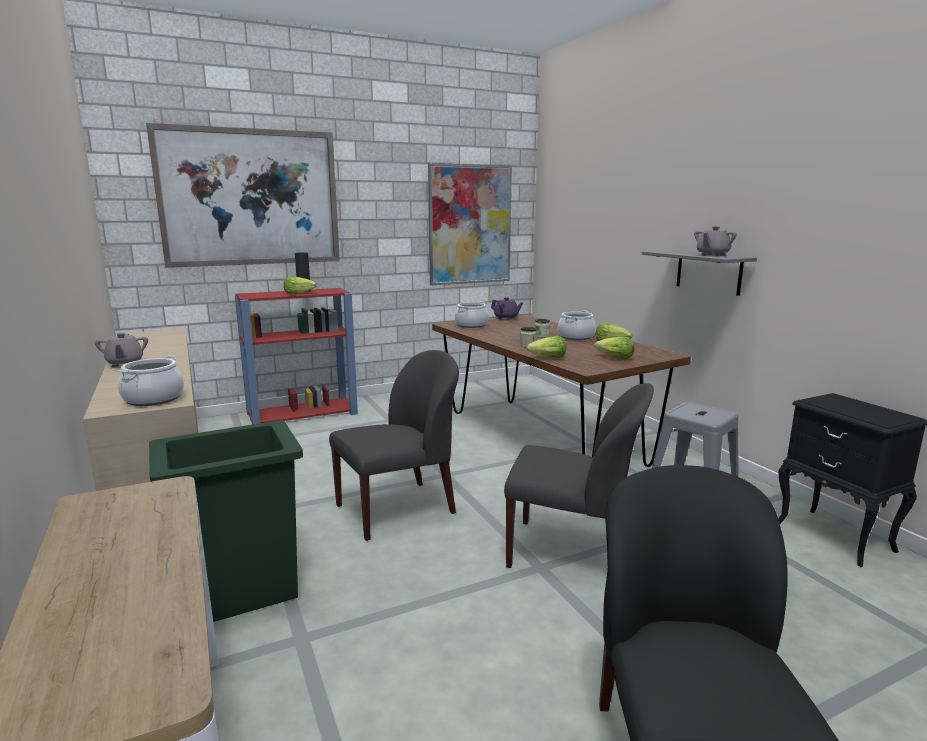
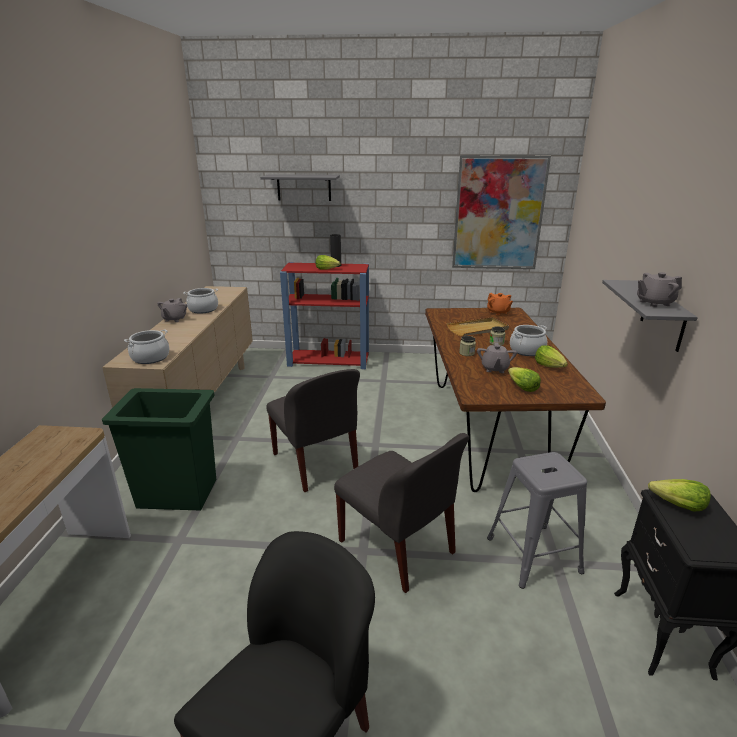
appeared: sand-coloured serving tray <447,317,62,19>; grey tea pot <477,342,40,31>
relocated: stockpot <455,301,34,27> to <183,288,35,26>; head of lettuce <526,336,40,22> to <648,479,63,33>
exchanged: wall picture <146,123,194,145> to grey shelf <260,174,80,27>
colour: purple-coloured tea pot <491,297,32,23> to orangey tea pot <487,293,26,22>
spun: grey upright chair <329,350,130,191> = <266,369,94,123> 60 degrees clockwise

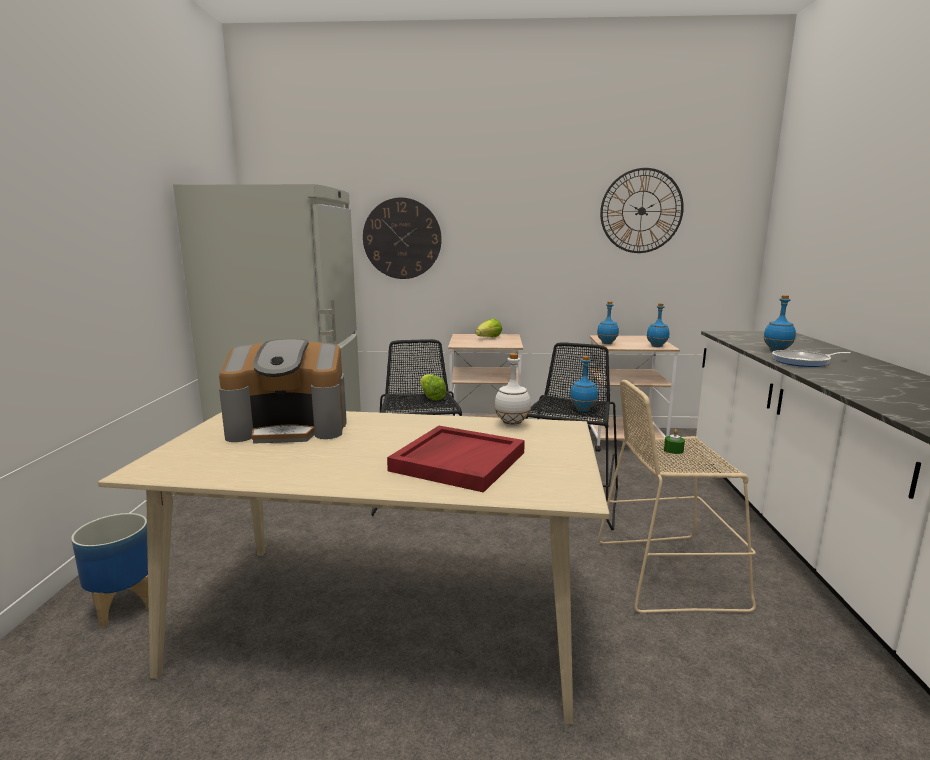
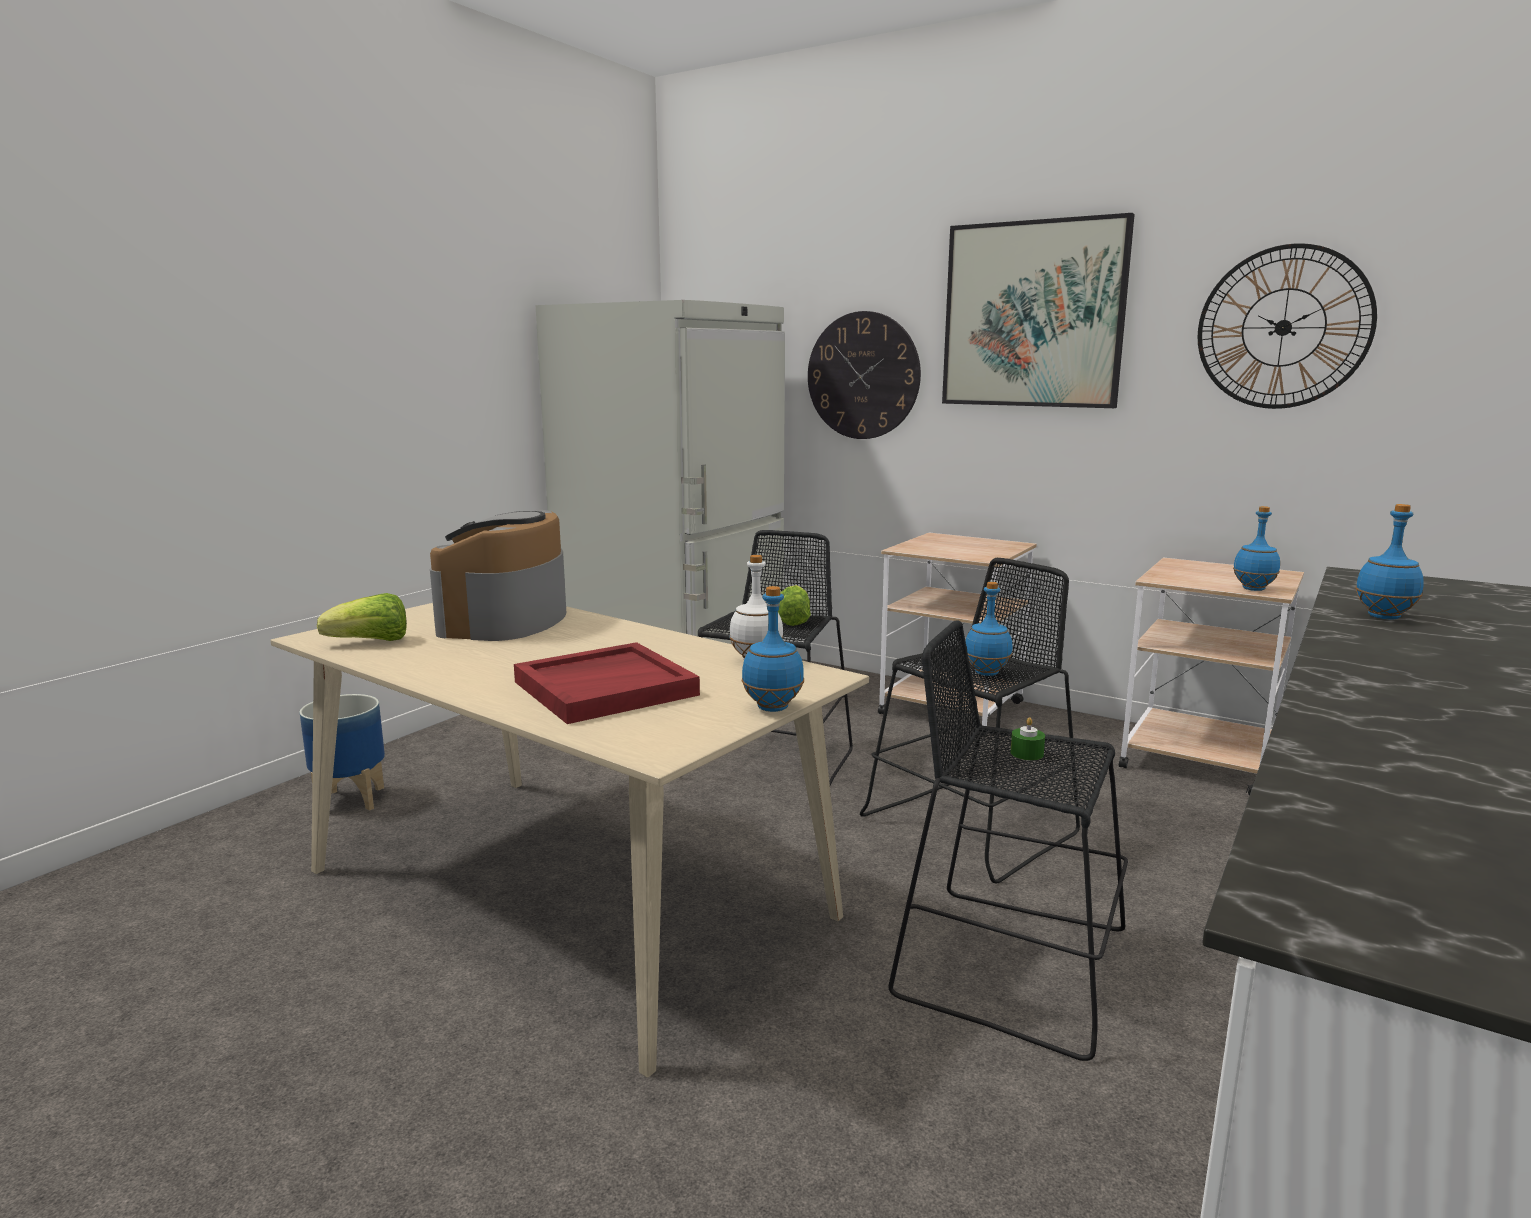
missing: skillet <772,350,79,17>
appeared: wall picture <942,213,193,195>
relocated: head of lettuce <476,318,26,19> to <317,593,90,48>; blue-coloured bottle <597,301,22,43> to <742,586,62,126>
colour: sand-coloured stool seat <598,380,158,233> to black stool seat <888,620,240,441>
spun: coffee maker <219,339,128,105> = <430,510,136,131> 75 degrees clockwise

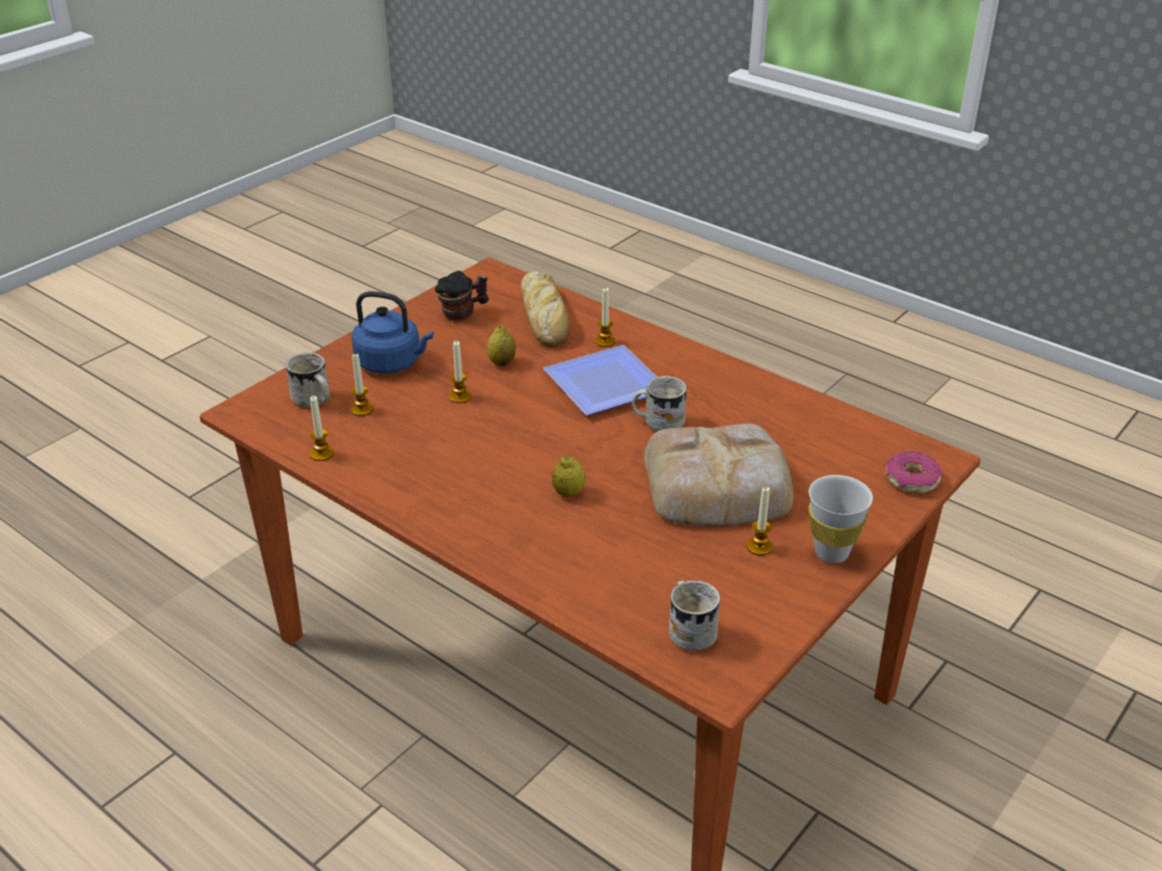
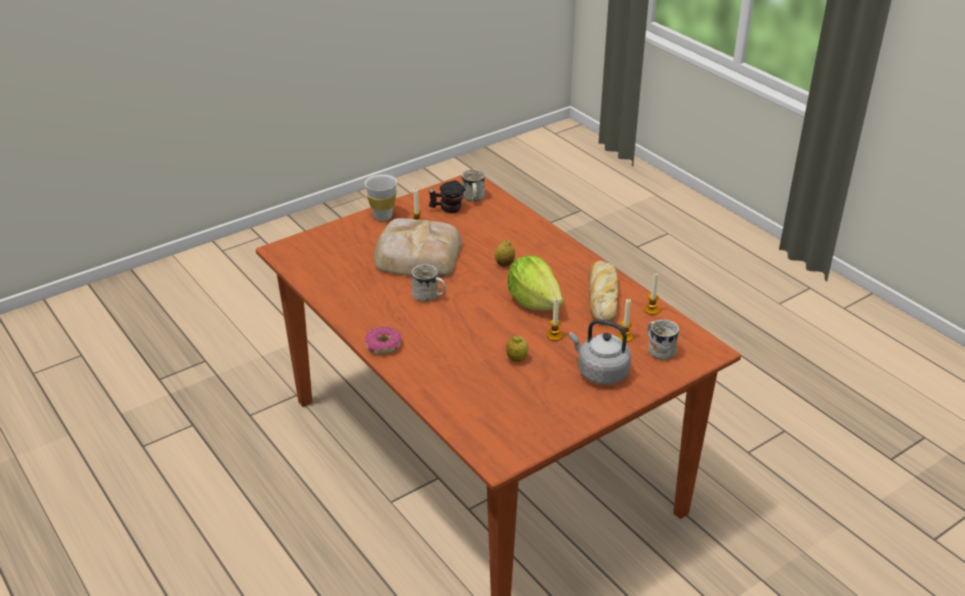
missing: flat dish <543,345,114,70>; wax light <595,288,21,59>
appeared: head of lettuce <507,255,56,55>
relocated: mug <435,271,54,50> to <429,180,36,33>; bakery bread <521,271,48,76> to <589,261,29,64>; ring doughnut <885,451,57,42> to <365,326,37,28>
colour: blue-coloured water kettle <352,291,81,83> to grey water kettle <569,319,62,66>

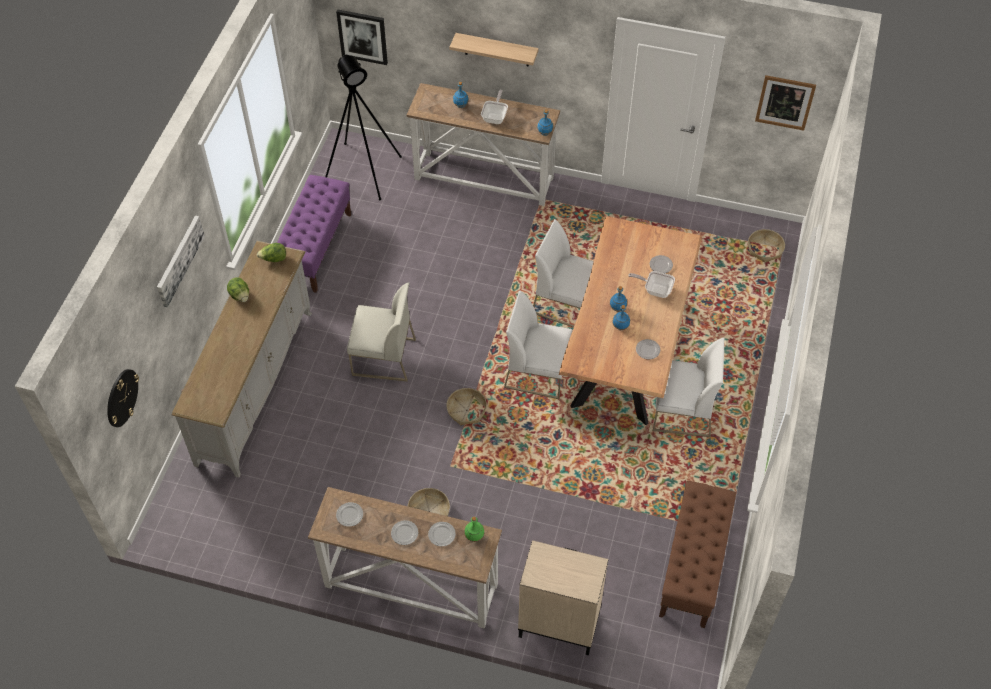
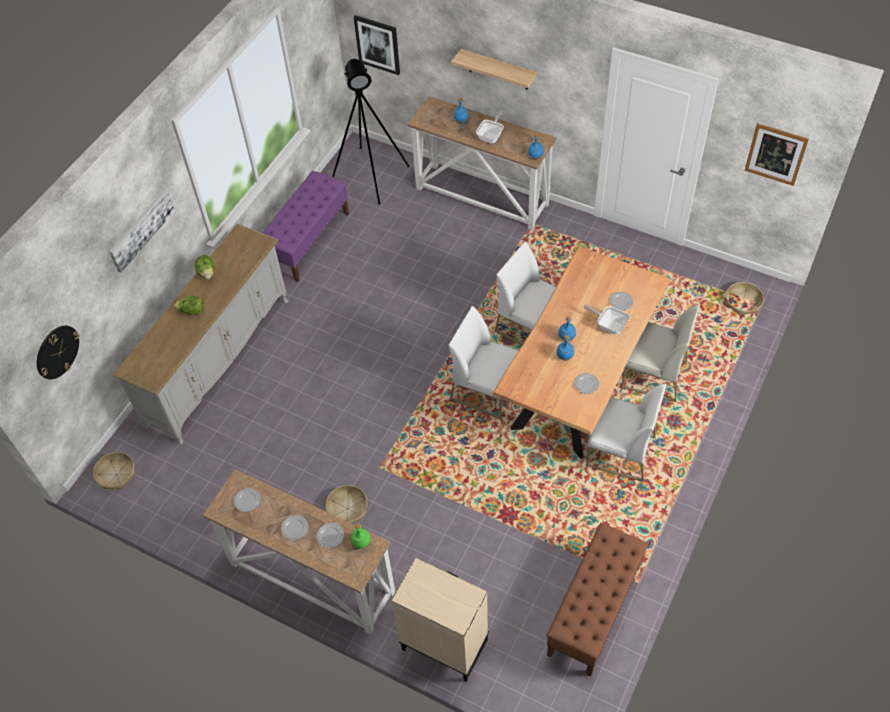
relocated: head of lettuce <257,243,29,19> to <174,296,30,19>; white upright chair <347,283,69,99> to <621,305,79,97>; storage basket <446,388,41,37> to <93,452,42,37>

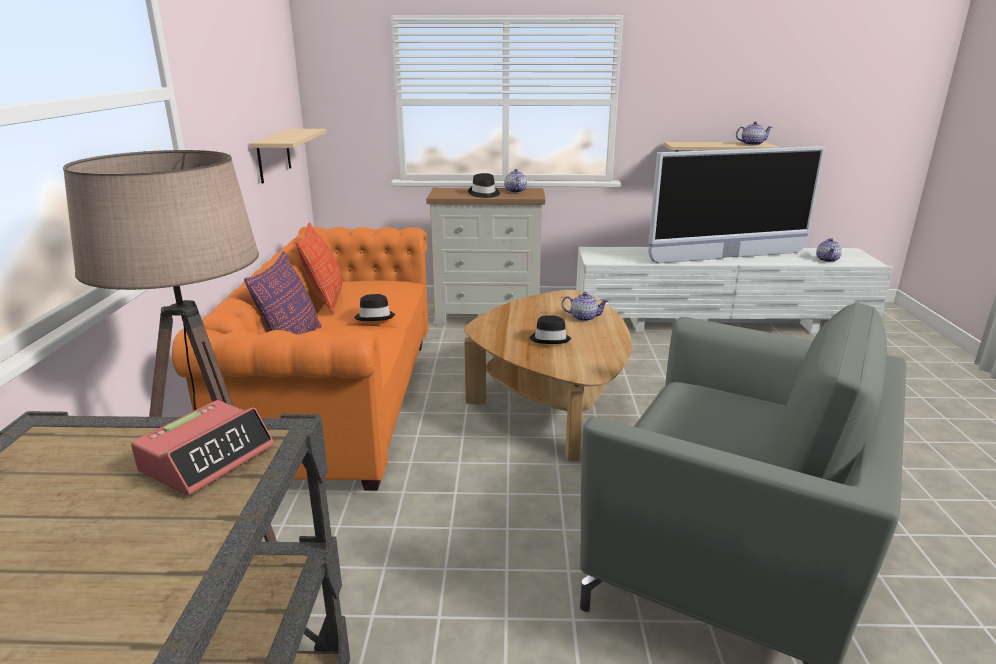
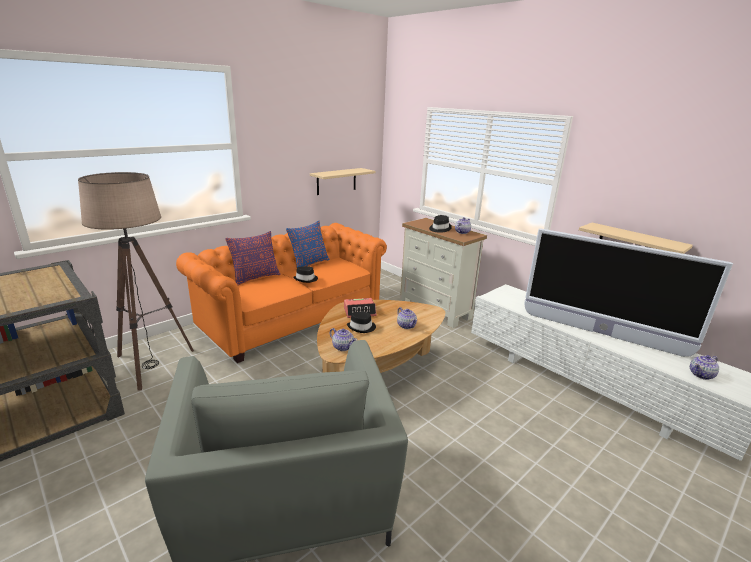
relocated: table clock <131,400,143,96> to <344,298,33,20>; tea pot <736,121,36,24> to <330,328,27,23>
colour: orangey throw pillow <296,222,46,93> to blue-coloured throw pillow <286,221,44,46>

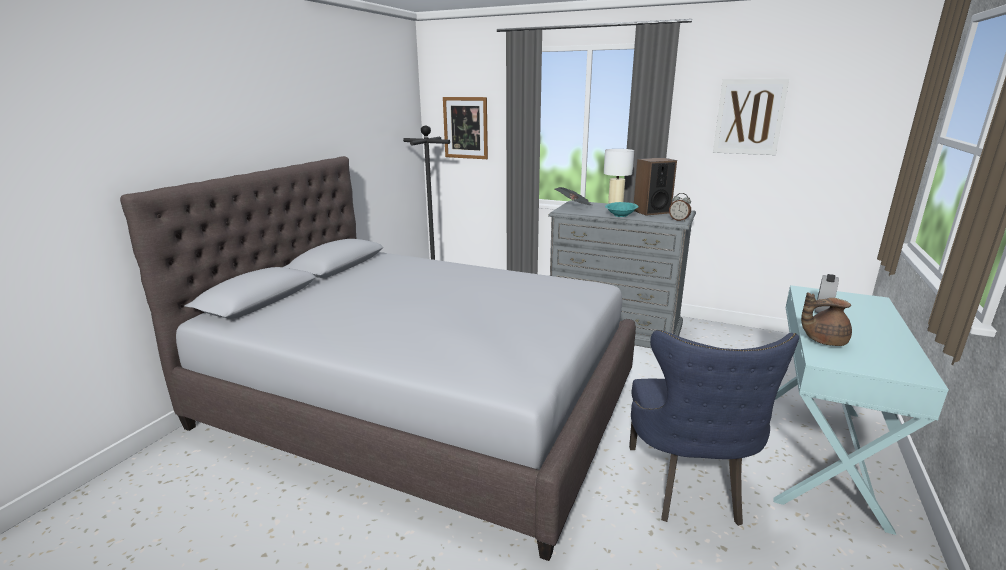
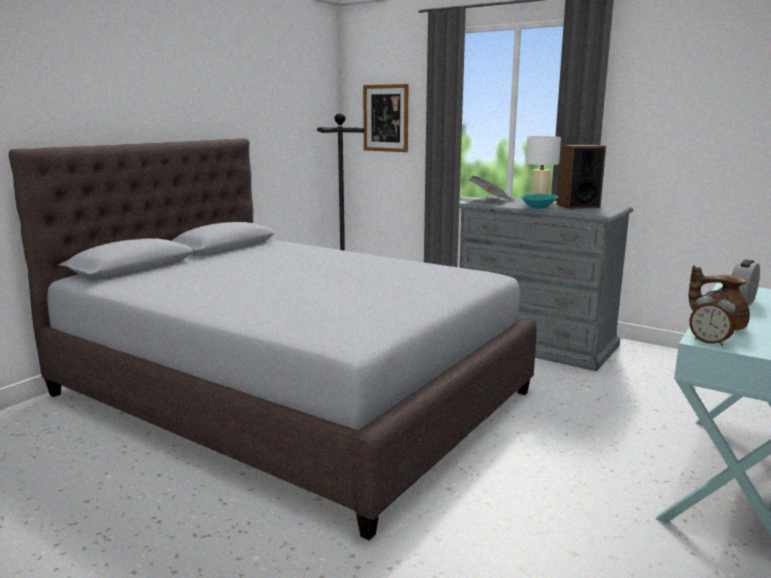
missing: blue-coloured upright chair <629,330,170,196>; wall picture <713,78,76,77>
relocated: table clock <669,193,22,28> to <689,290,47,56>

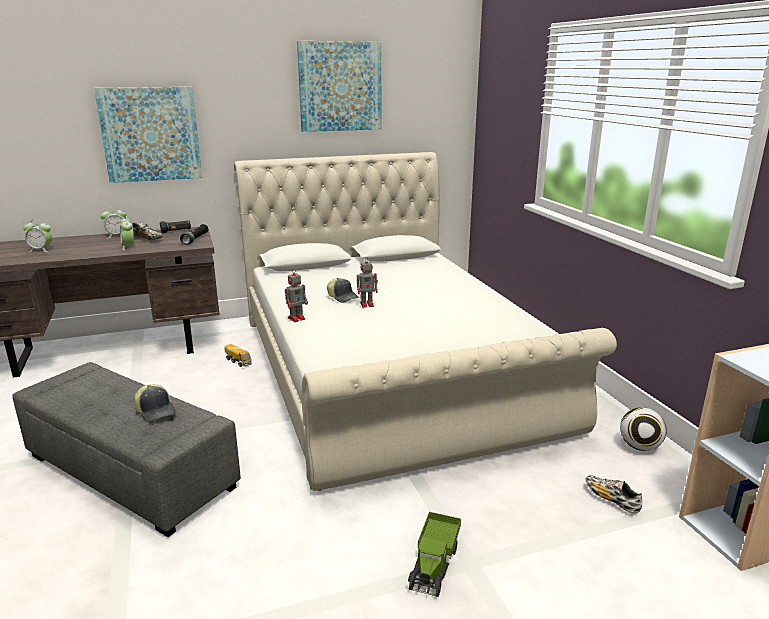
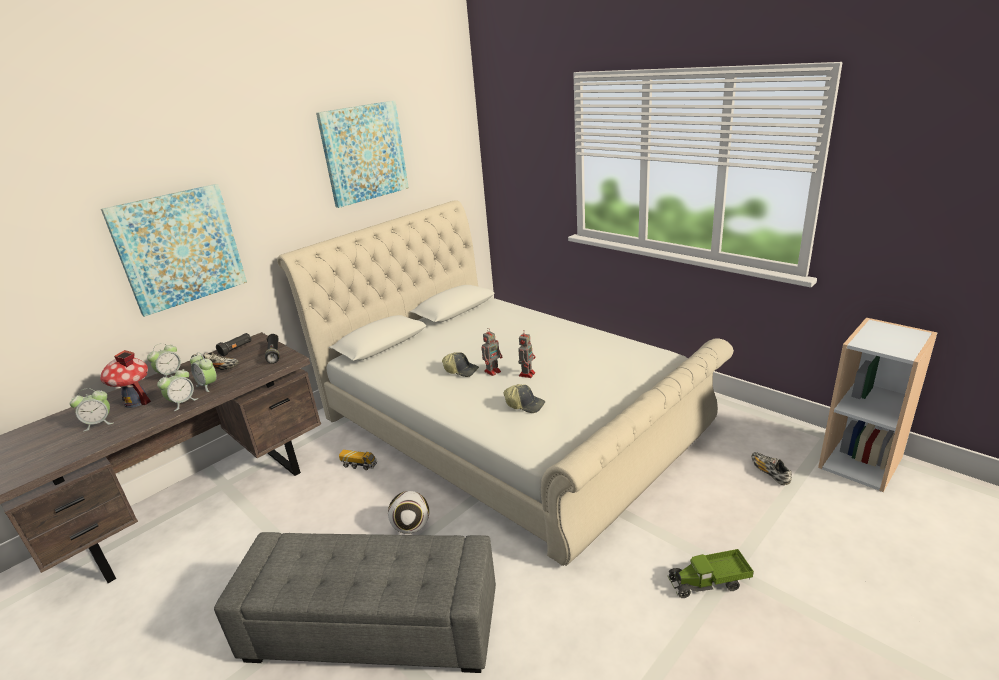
appeared: toy house <100,350,51,58>; table clock <157,368,42,43>
relocated: peaked cap <134,384,42,39> to <504,384,41,29>; robot figure <285,269,23,53> to <518,330,18,48>; football <620,407,46,44> to <388,491,41,43>
spun: toy truck <408,512,53,85> = <668,549,86,49> 90 degrees clockwise; item of footwear <586,475,56,39> = <751,452,41,33> 45 degrees clockwise

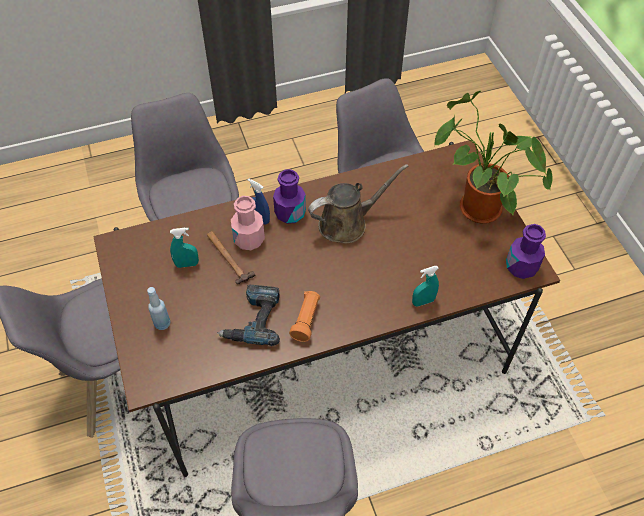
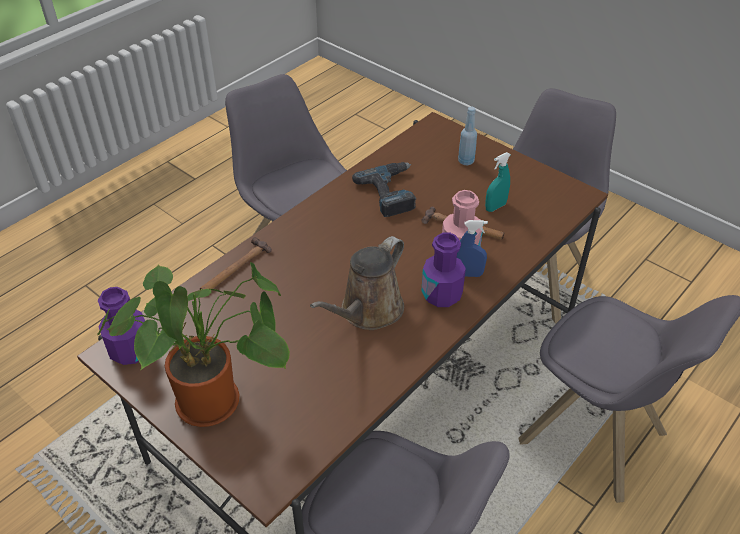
missing: orangey hand torch <289,291,31,51>
exchanged: turquoise-coloured sprayer <412,266,27,41> to hand hammer <200,237,72,53>

